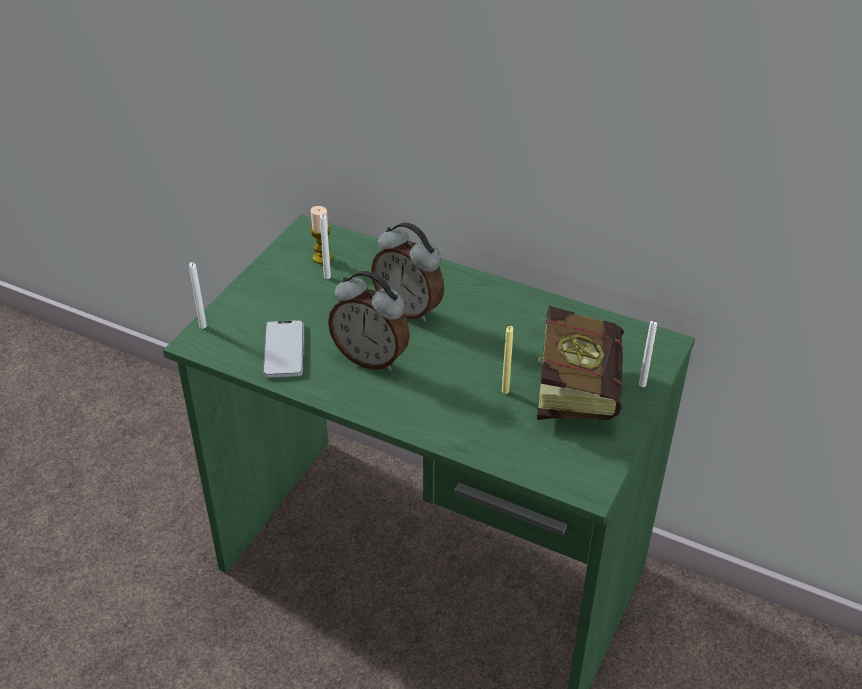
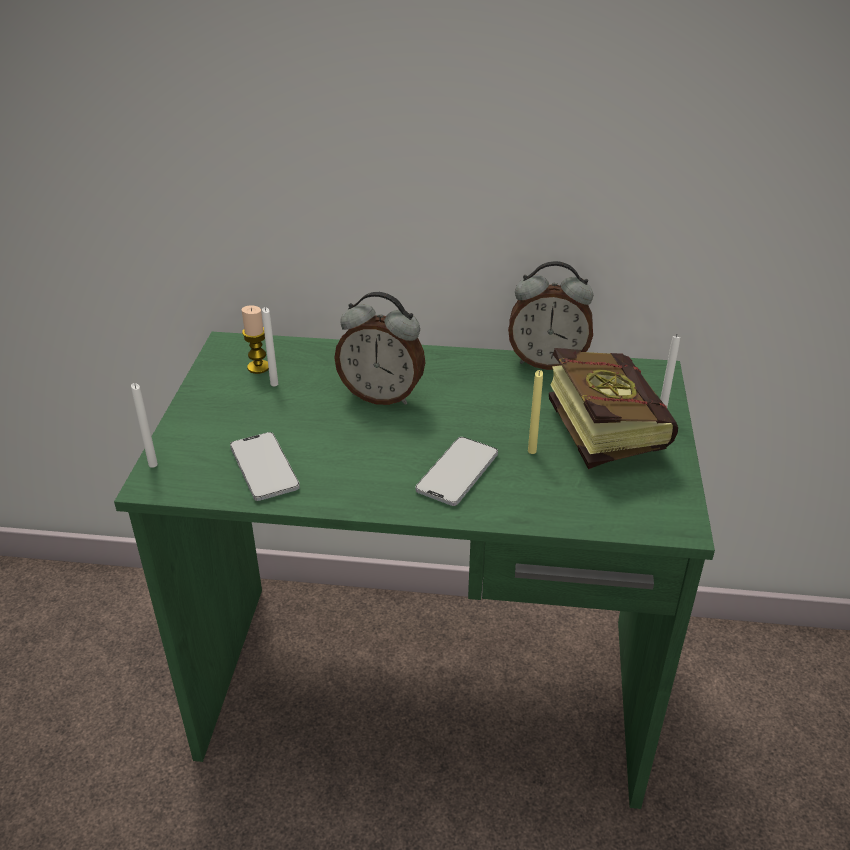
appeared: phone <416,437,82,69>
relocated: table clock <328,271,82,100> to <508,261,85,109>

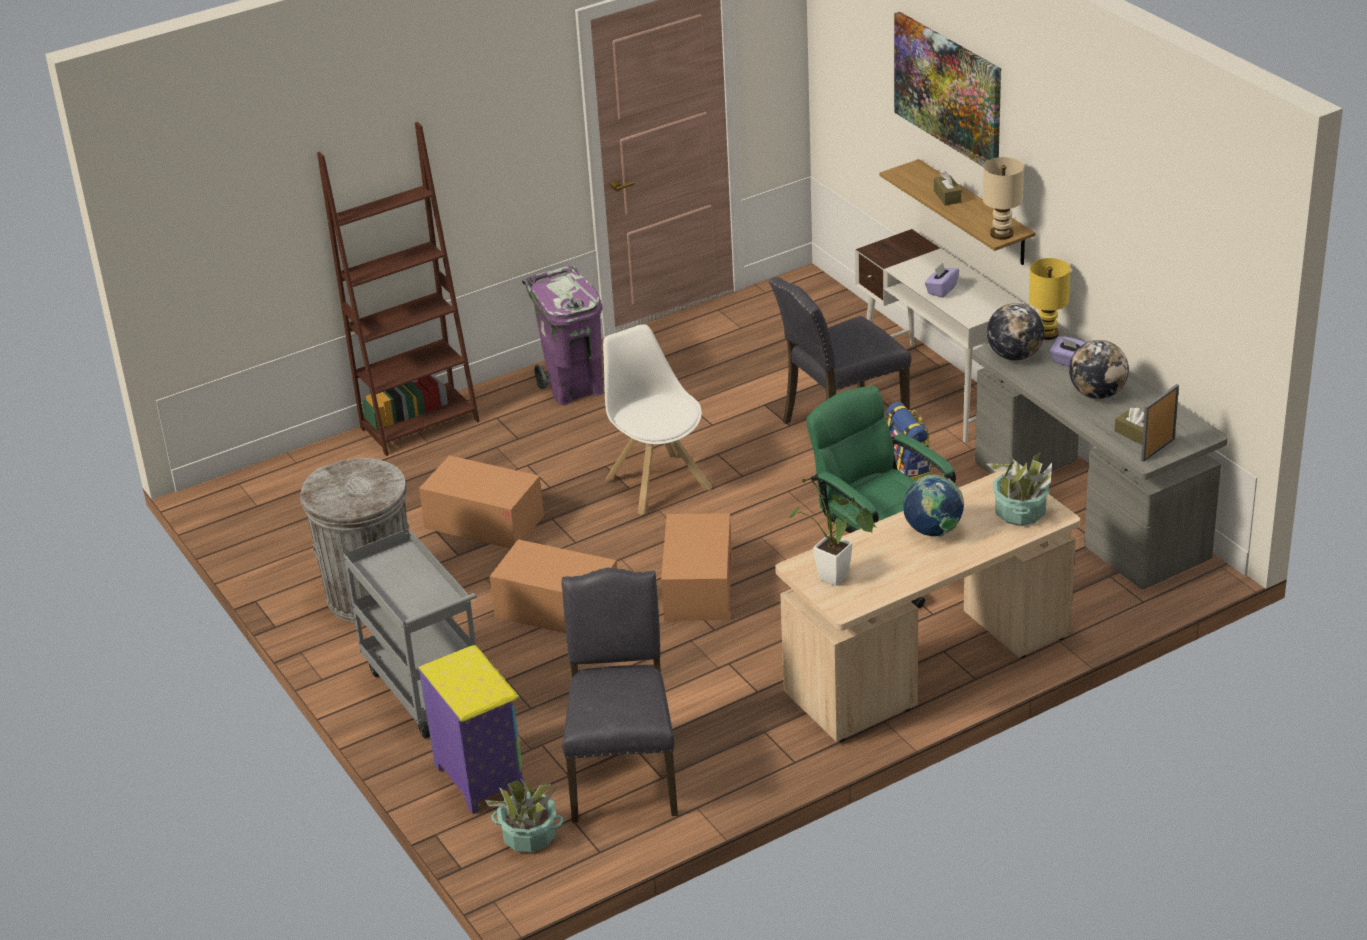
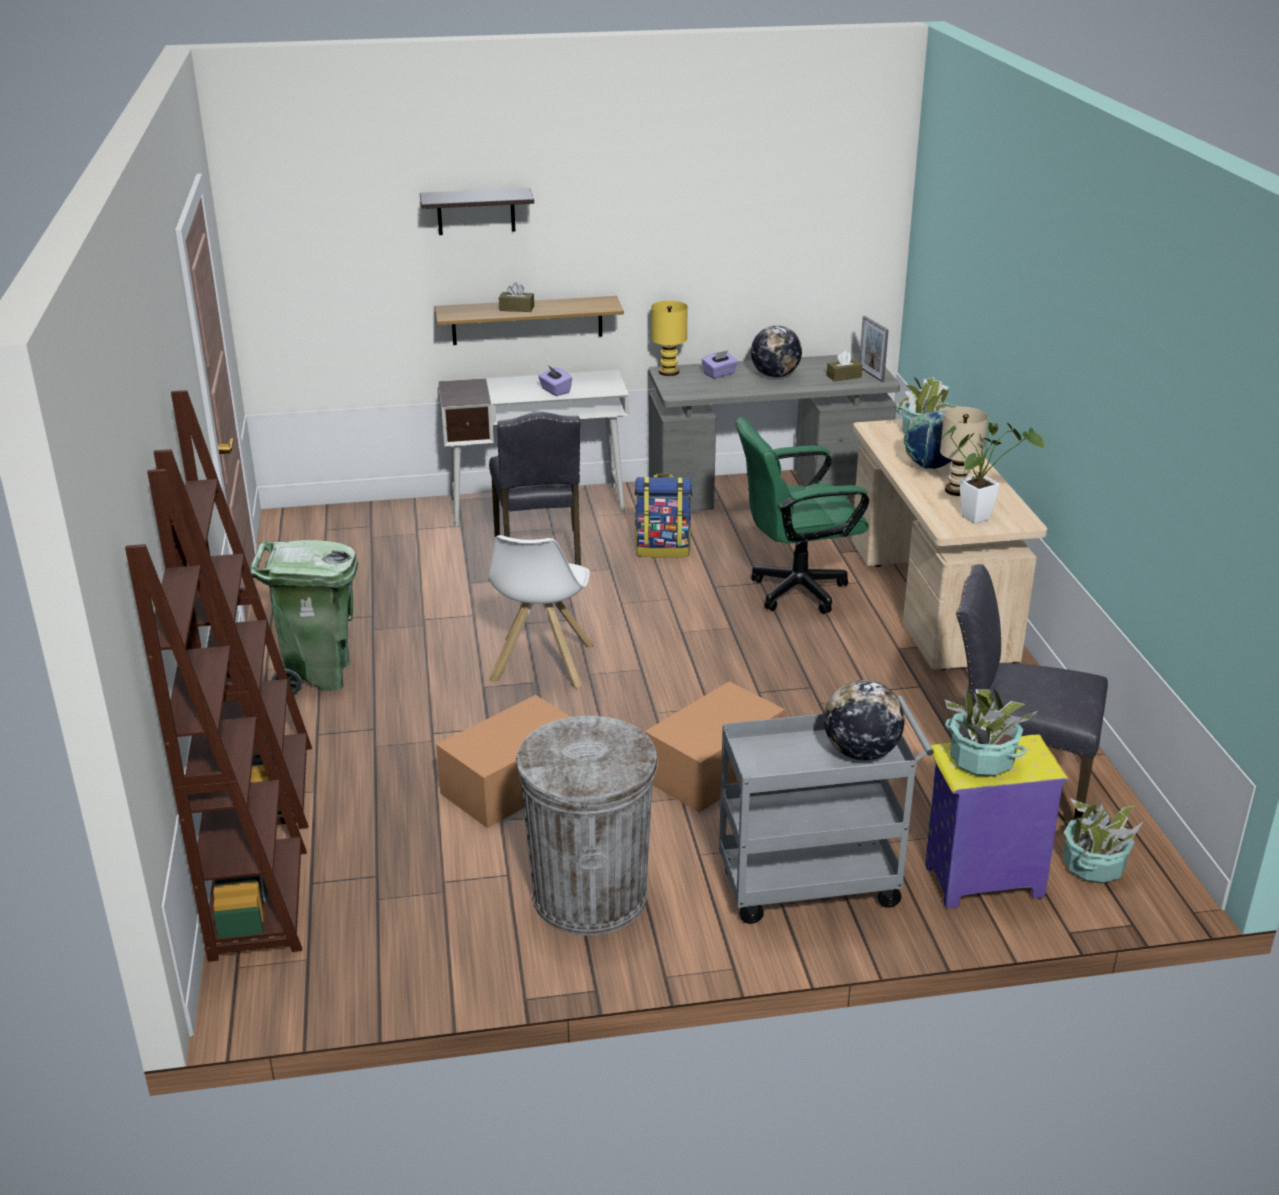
missing: packing box <661,513,71,108>
appeared: brownish shelving unit <125,469,182,493>; plant in a pot <945,687,94,90>
relocated: sand-coloured table lamp <983,157,41,83> to <940,407,48,89>; world globe <987,303,57,58> to <824,680,81,80>
exchanged: wall picture <894,12,107,155> to shelf <420,188,114,47>
colour: purple-coloured rubbish bin <522,266,82,139> to green rubbish bin <250,540,108,155>
spun: white upright chair <603,324,109,191> = <488,535,106,153> 75 degrees counterclockwise

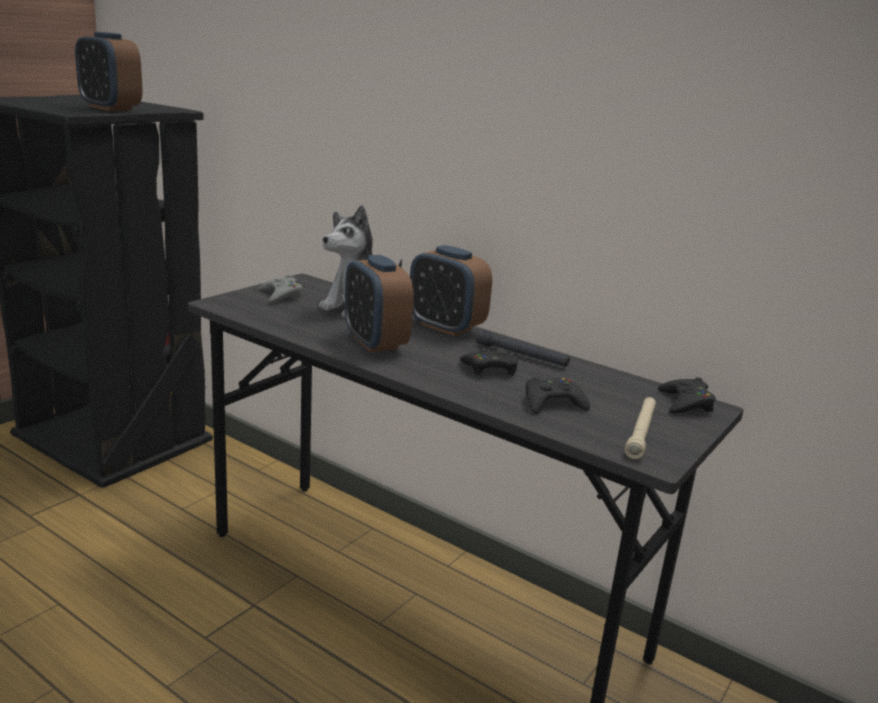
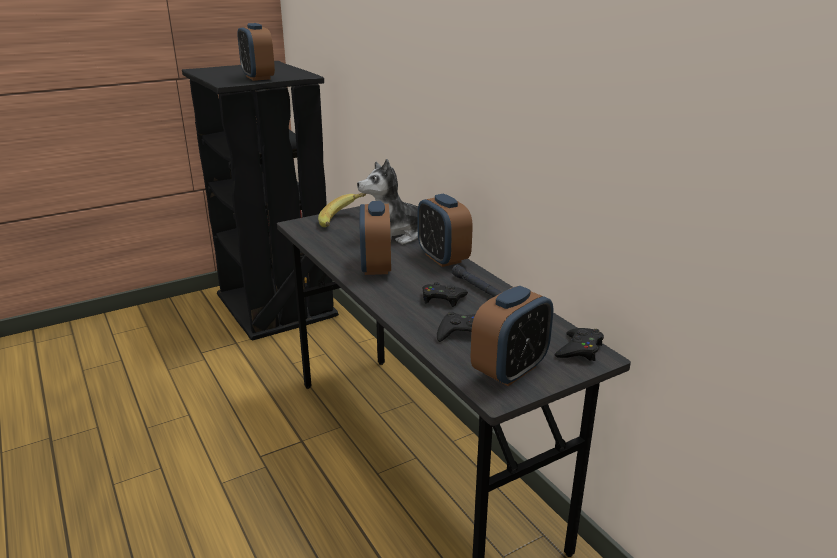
exchanged: grey gamepad <259,275,44,28> to banana fruit <318,193,48,34>; sand-coloured hand torch <625,397,31,62> to table clock <471,286,82,100>

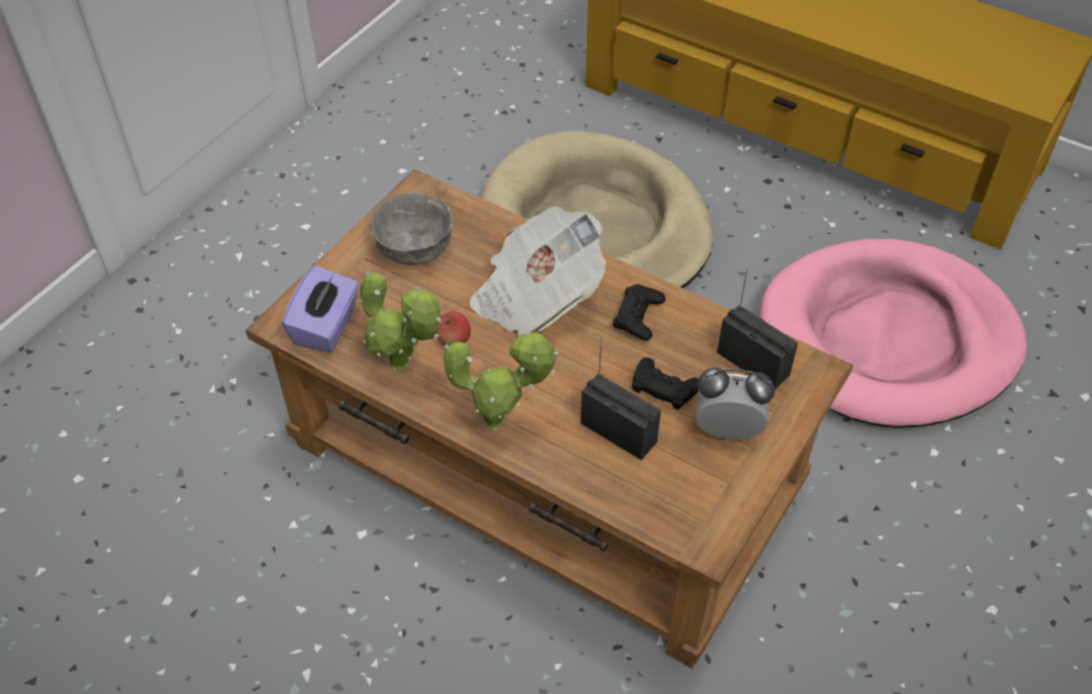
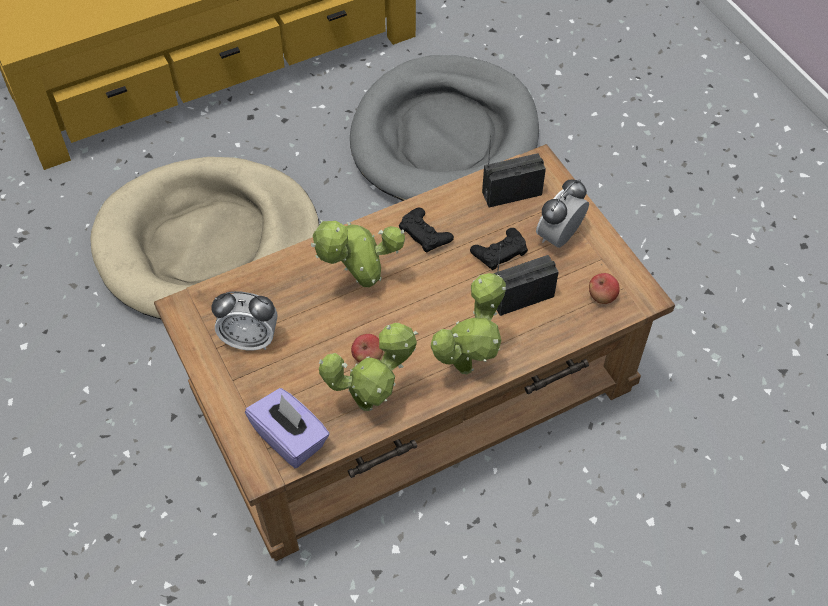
appeared: apple <589,273,31,31>
exchanged: grey deep dish <370,192,84,73> to table clock <211,291,67,59>; newspaper <470,206,136,131> to plant in a pot <311,220,94,67>
colour: pink dog cushion <760,239,267,189> to grey dog cushion <350,55,189,146>

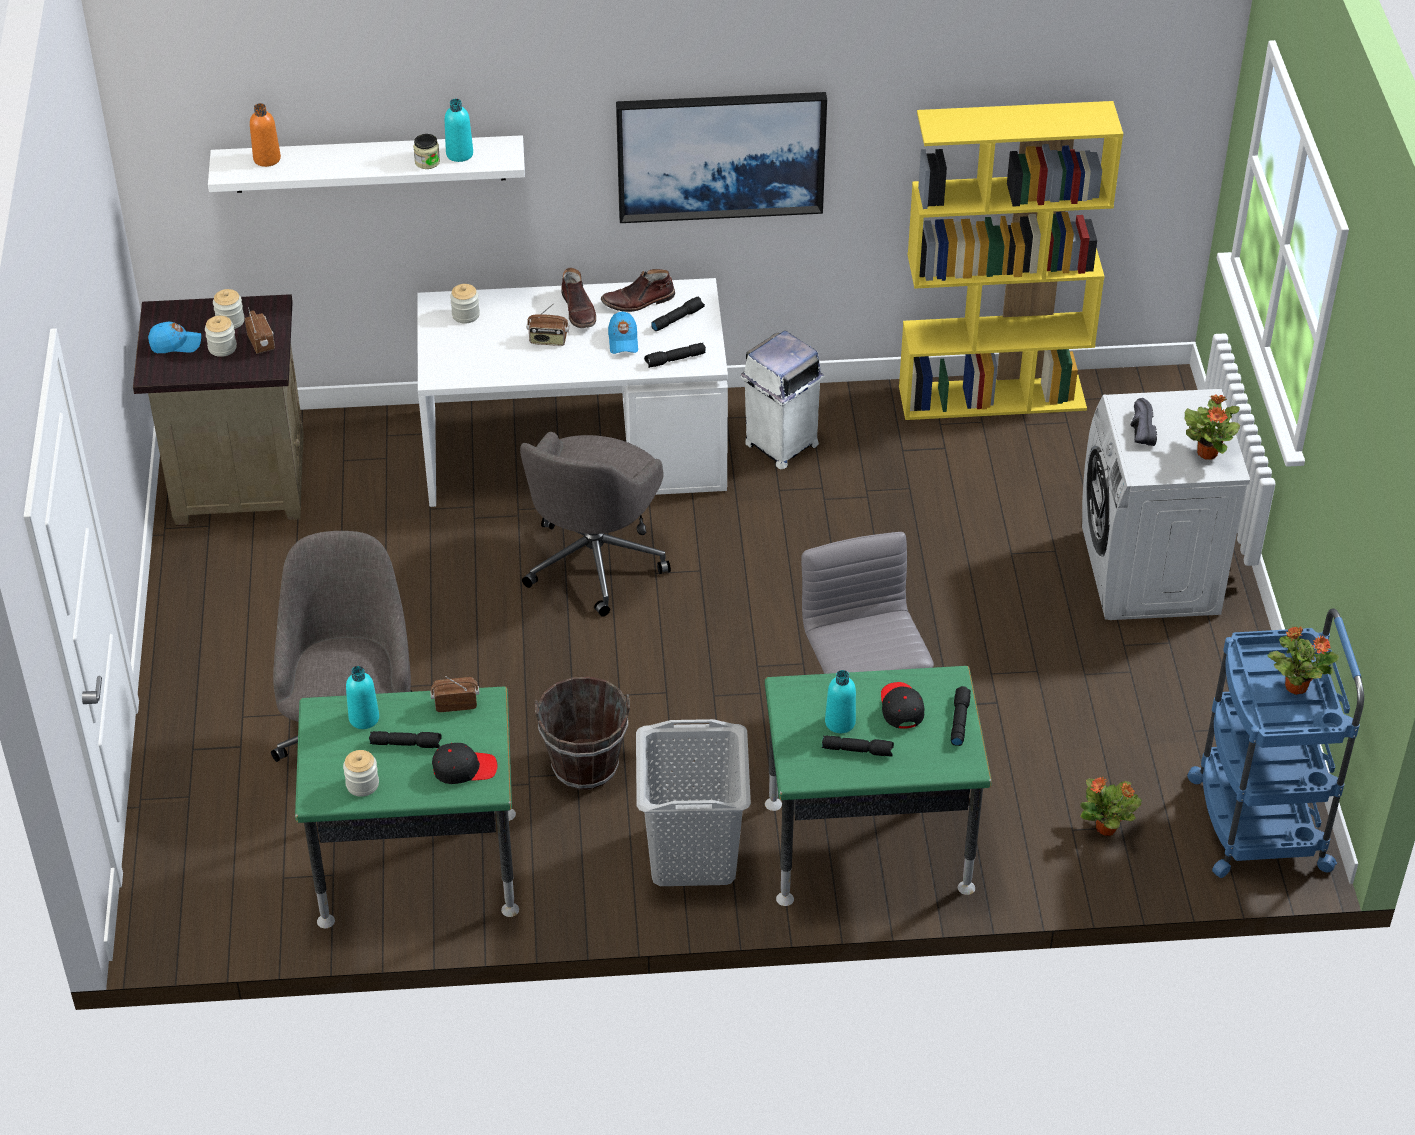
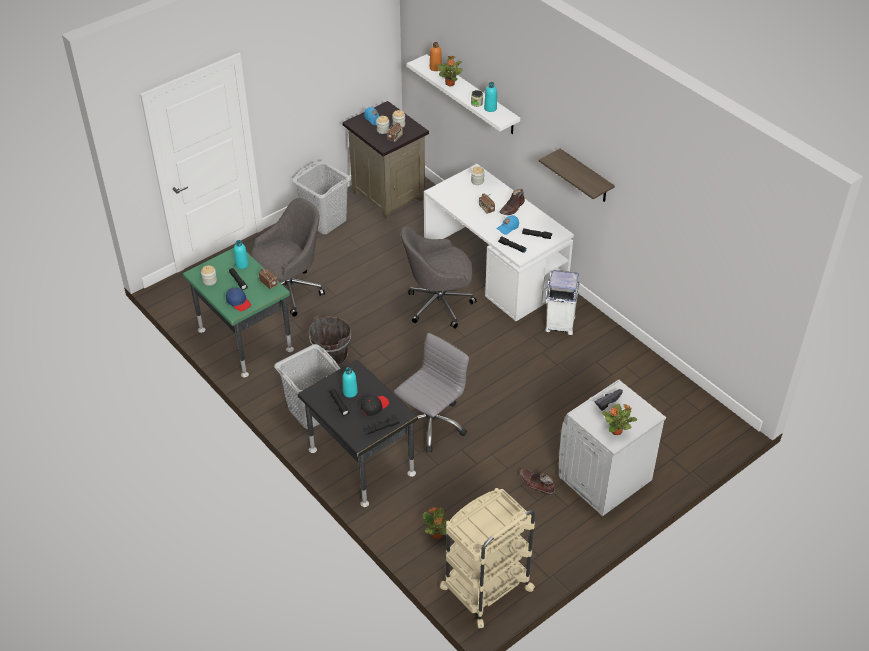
missing: yellowish shelving unit <899,101,224,319>
appeared: grey laundry basket <291,161,61,73>
relocated: brownish tall boot <601,269,74,43> to <520,469,36,27>; plant in a pot <1268,627,71,68> to <438,56,25,30>
exchanged: wall picture <616,92,211,131> to shelf <539,149,76,53>
colour: black peaked cap <432,743,66,41> to blue-coloured peaked cap <226,287,25,24>; green desk table <765,666,227,240> to black desk table <298,359,120,148>; blue-coloured cart <1187,608,177,270> to sand-coloured cart <440,488,95,140>

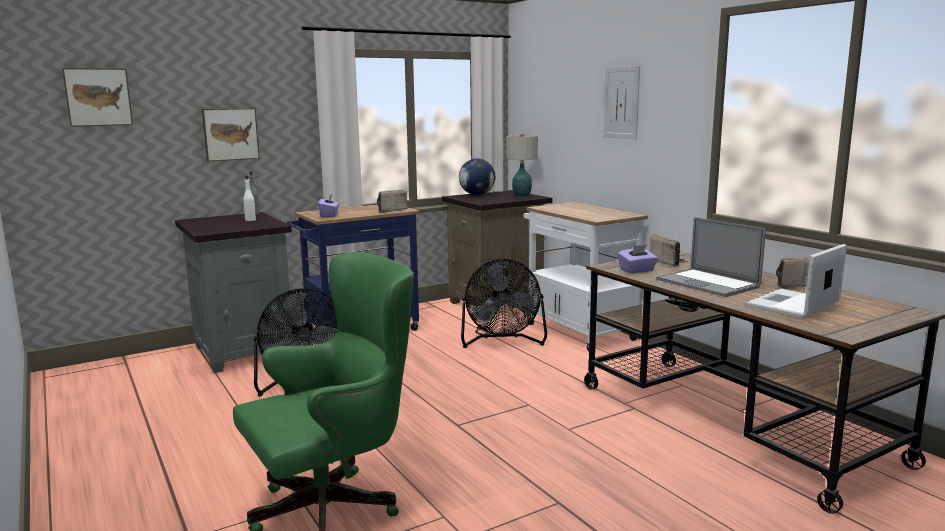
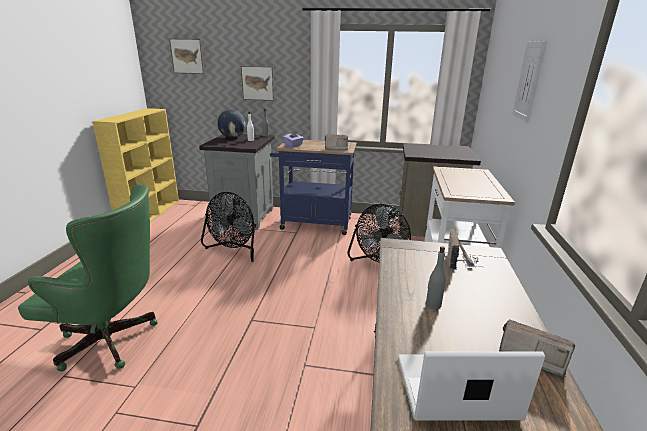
missing: table lamp <507,134,31,64>; purple-coloured box of tissues <618,245,40,28>
appeared: yellowish shelving unit <92,108,87,114>
relocated: world globe <459,158,36,37> to <217,110,29,28>
exchanged: portable computer <656,217,110,80> to grey bottle <426,246,20,63>

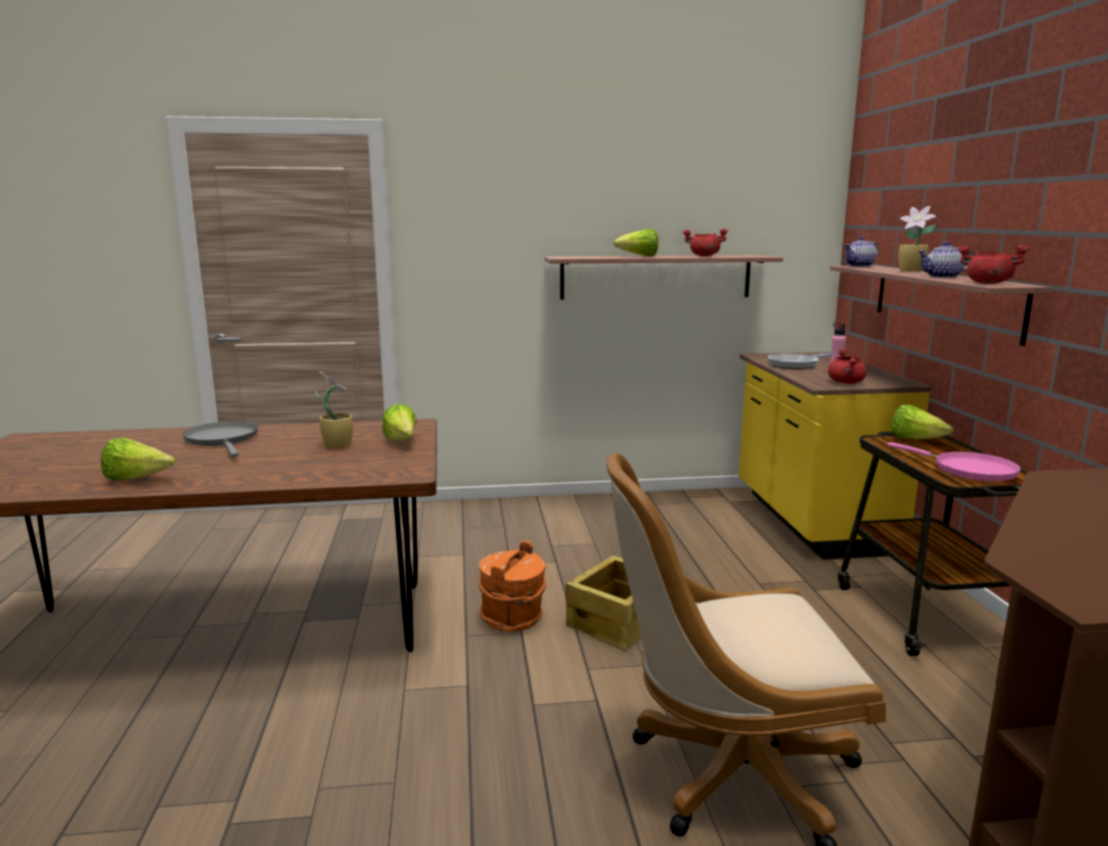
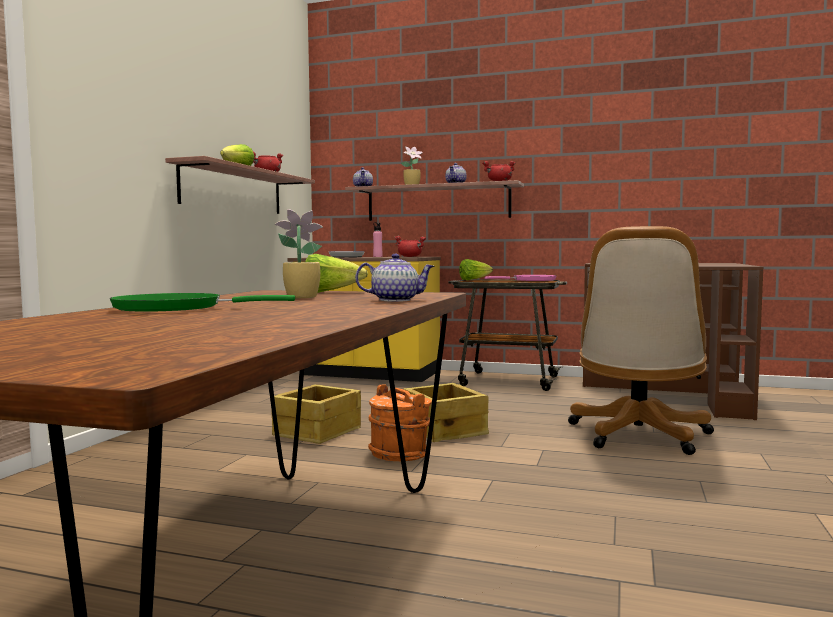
missing: head of lettuce <101,437,74,43>
appeared: crate <271,384,90,60>; tea pot <355,254,79,48>
colour: grey skillet <183,421,75,36> to green skillet <110,293,185,19>

